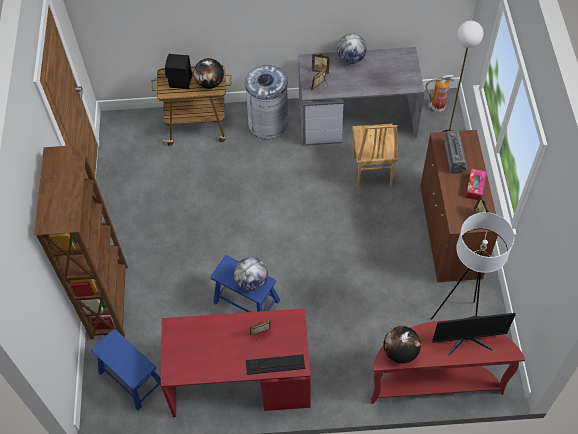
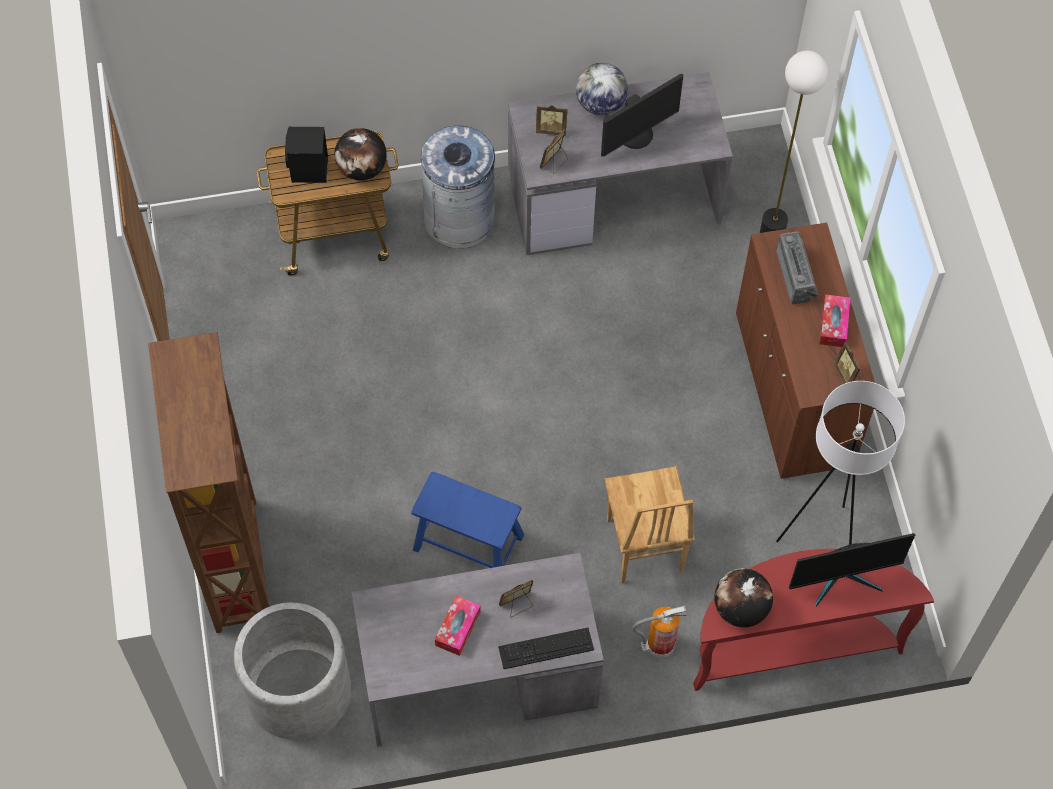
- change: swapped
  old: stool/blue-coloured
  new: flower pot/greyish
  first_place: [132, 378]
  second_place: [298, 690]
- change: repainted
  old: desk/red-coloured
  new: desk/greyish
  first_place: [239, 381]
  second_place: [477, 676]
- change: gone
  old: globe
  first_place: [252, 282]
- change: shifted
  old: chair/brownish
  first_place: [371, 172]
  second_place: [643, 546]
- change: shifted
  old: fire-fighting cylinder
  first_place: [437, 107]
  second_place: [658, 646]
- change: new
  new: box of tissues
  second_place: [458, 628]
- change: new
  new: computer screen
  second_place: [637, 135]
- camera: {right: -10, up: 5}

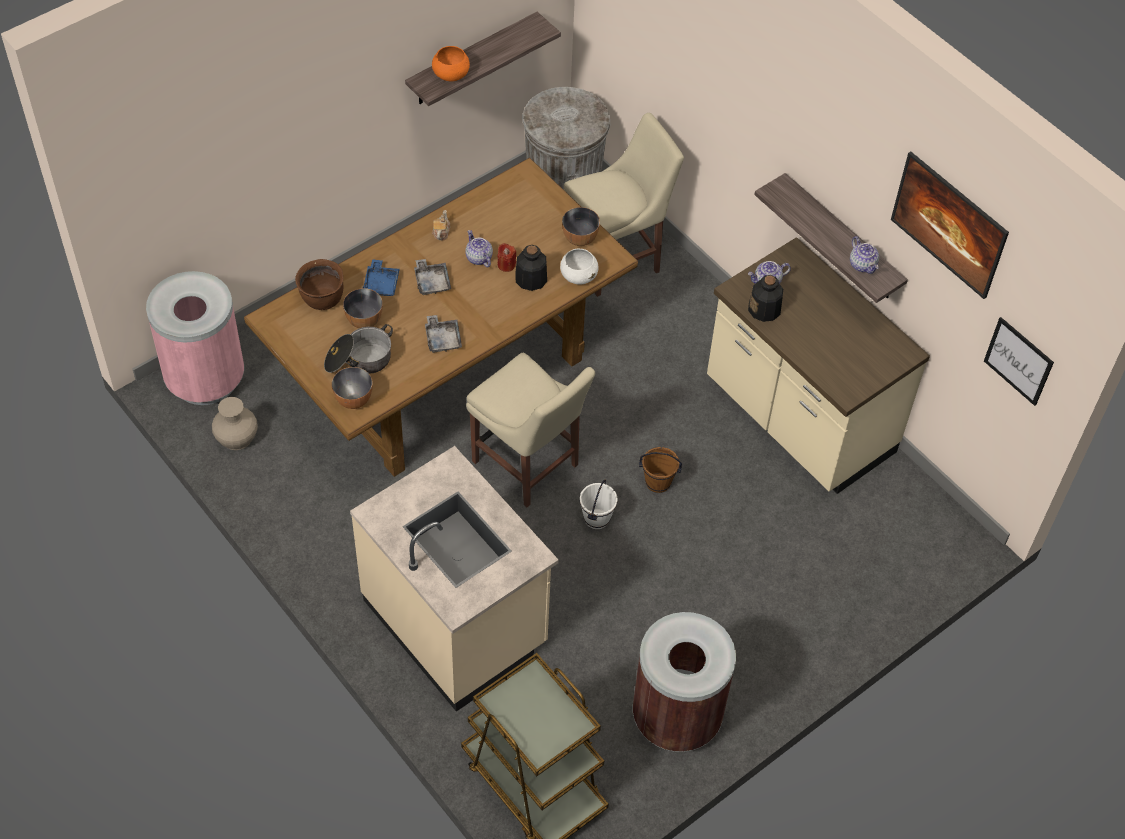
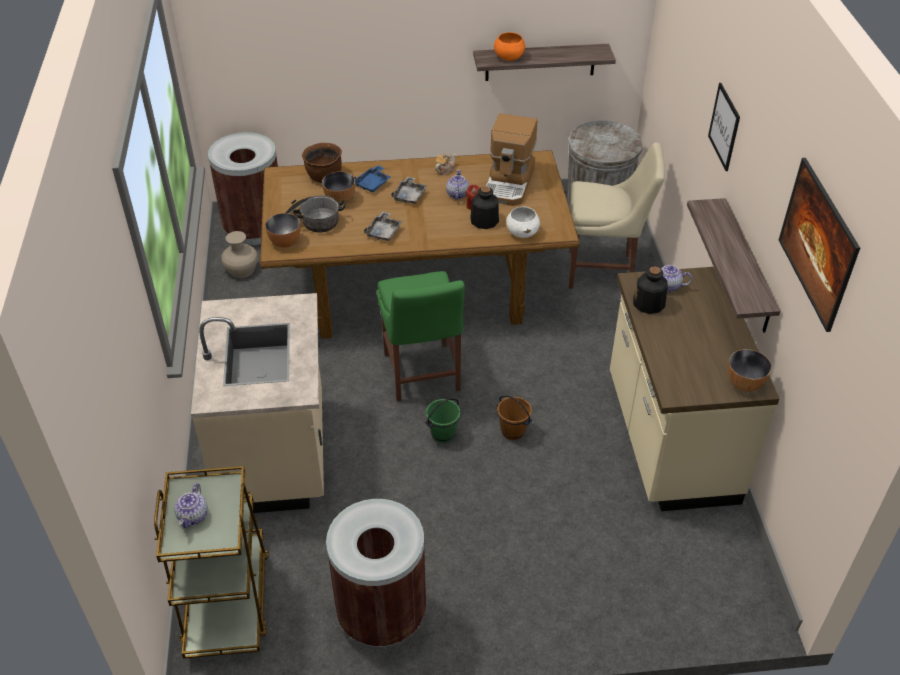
- change: repainted
  old: waste bin/pinkish
  new: waste bin/brownish
  first_place: [205, 379]
  second_place: [254, 229]
- change: repainted
  old: chair/beige-coloured
  new: chair/greenish
  first_place: [528, 466]
  second_place: [422, 375]
- change: shifted
  old: deep dish
  first_place: [580, 238]
  second_place: [744, 384]
- change: repainted
  old: water bucket/whitish
  new: water bucket/greenish
  first_place: [597, 519]
  second_place: [443, 434]
- change: shifted
  old: pot for tea
  first_place: [863, 265]
  second_place: [193, 516]
- change: shifted
  old: wall art
  first_place: [1018, 361]
  second_place: [724, 126]
- change: new
  new: coffee brewer
  second_place: [509, 183]
- camera: {right: 35, up: -10}

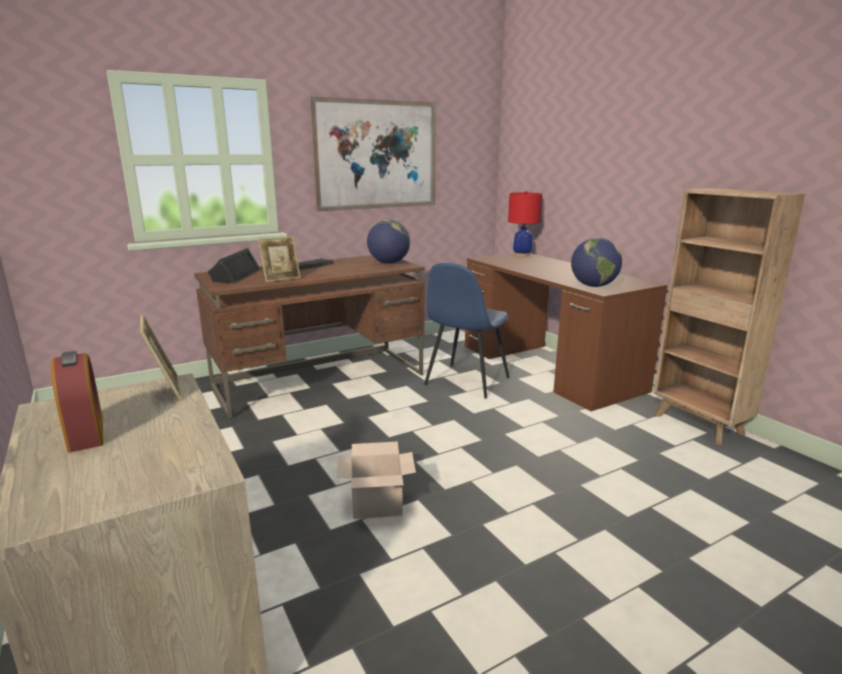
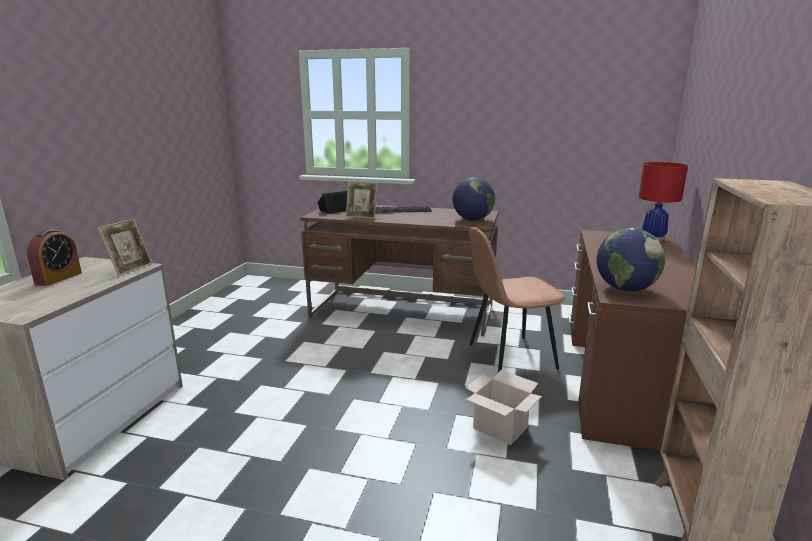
- change: gone
  old: wall art
  first_place: [377, 155]
- change: shifted
  old: cardboard box
  first_place: [375, 505]
  second_place: [498, 428]
- change: repainted
  old: chair/blue-coloured
  new: chair/brownish
  first_place: [466, 382]
  second_place: [509, 357]
- camera: {right: 45, up: 0}

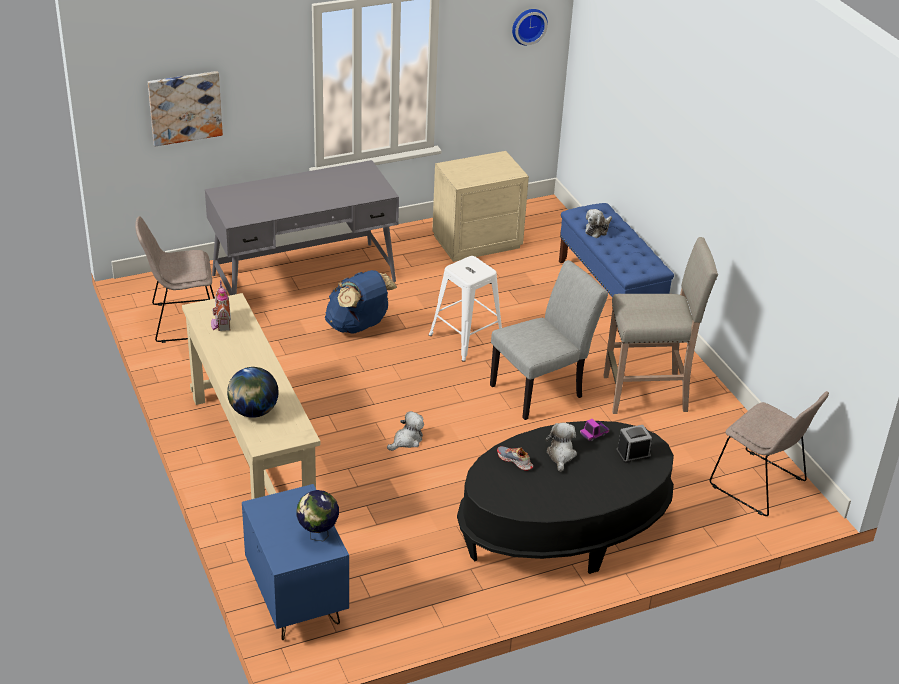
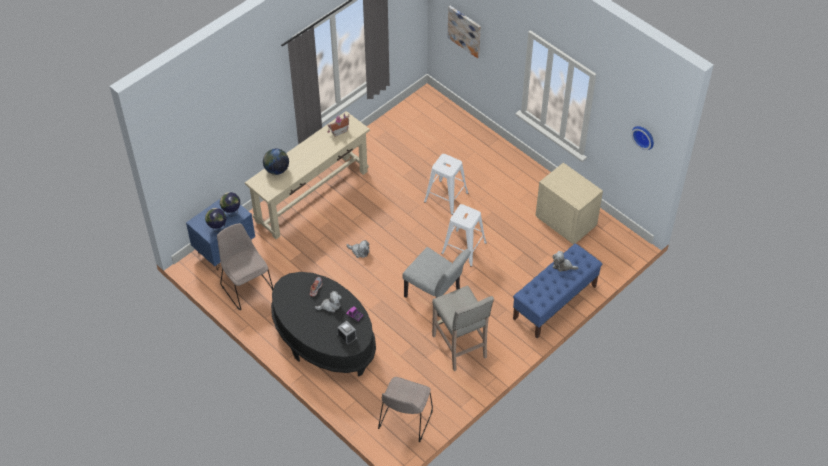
- change: shifted
  old: chair/beige-coloured
  first_place: [181, 321]
  second_place: [246, 287]
- change: gone
  old: desk/greyish
  first_place: [304, 278]
- change: swapped
  old: backpack/blue-coloured
  new: stool/whitish
  first_place: [358, 327]
  second_place: [445, 197]
- change: new
  new: globe
  second_place: [231, 212]
- camera: {right: 70, up: 15}

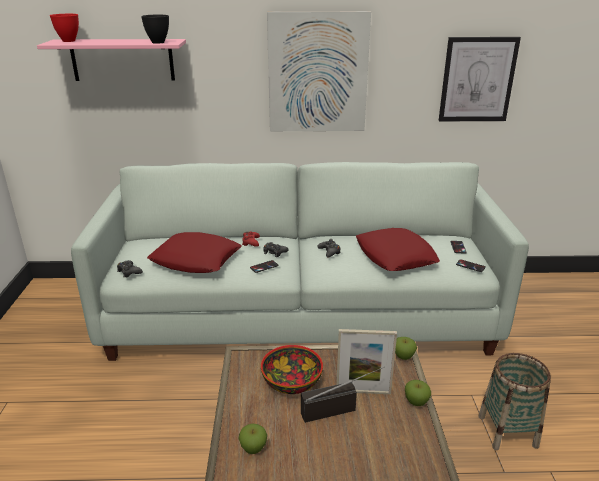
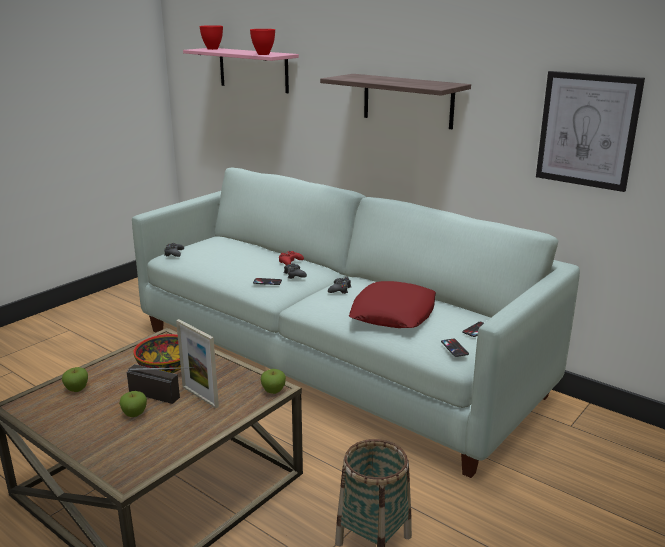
- change: repainted
  old: deep dish/blackish
  new: deep dish/red-coloured
  first_place: [158, 42]
  second_place: [263, 54]
- change: gone
  old: pillow/red-coloured
  first_place: [196, 259]
- change: swapped
  old: wall art
  new: shelf
  first_place: [318, 73]
  second_place: [407, 101]
- change: shifted
  old: apple
  first_place: [416, 402]
  second_place: [134, 414]
- camera: {right: 40, up: -5}

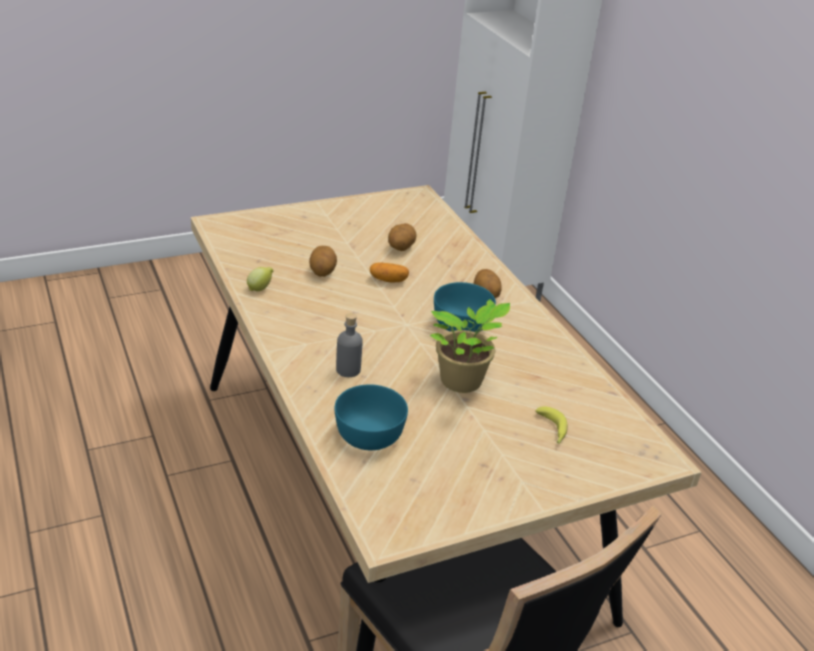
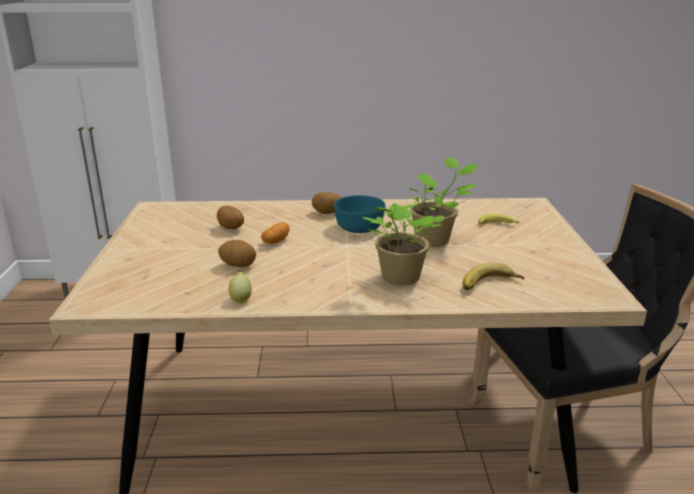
- change: swapped
  old: deep dish/blue-green
  new: whole banana
  first_place: [368, 435]
  second_place: [490, 285]
- change: swapped
  old: bottle/greyish
  new: houseplant
  first_place: [348, 370]
  second_place: [399, 278]
- camera: {right: -65, up: -10}

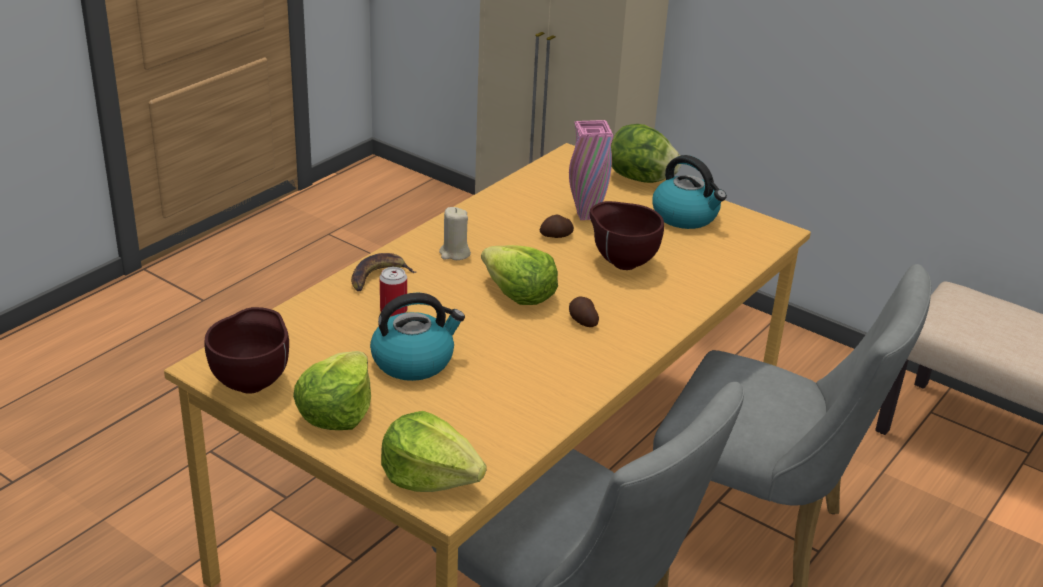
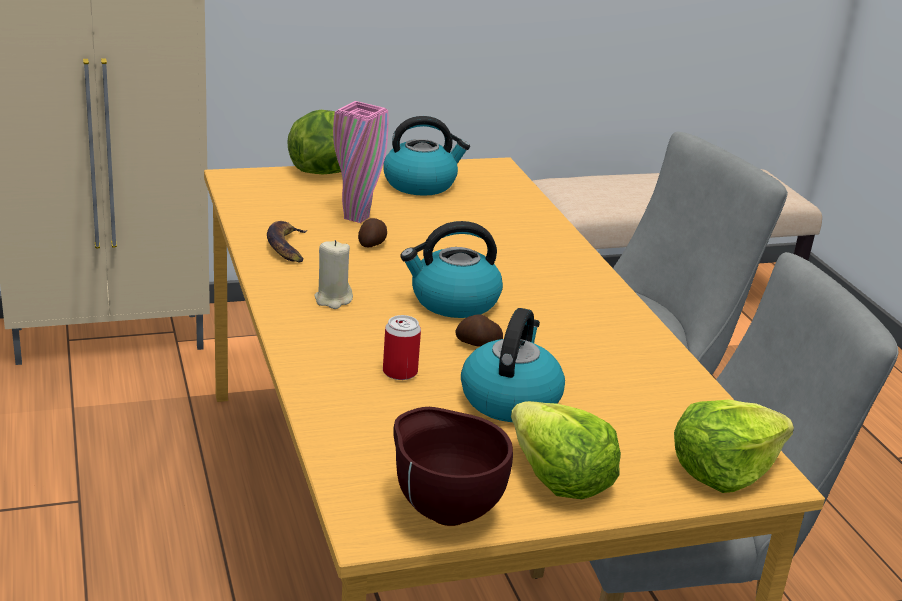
- change: shifted
  old: whole banana
  first_place: [378, 277]
  second_place: [287, 247]
- change: swapped
  old: lettuce
  new: kettle
  first_place: [518, 294]
  second_place: [453, 301]
- change: shifted
  old: spud
  first_place: [582, 321]
  second_place: [478, 344]
- change: gone
  old: deep dish/brownish
  first_place: [621, 262]
- camera: {right: -55, up: -5}

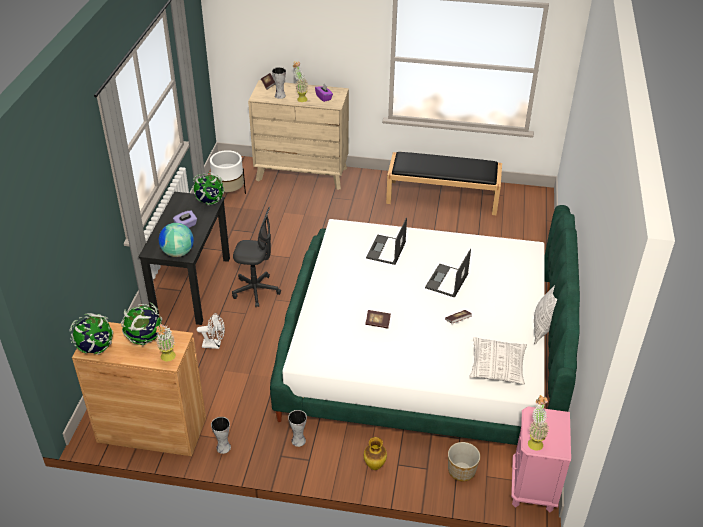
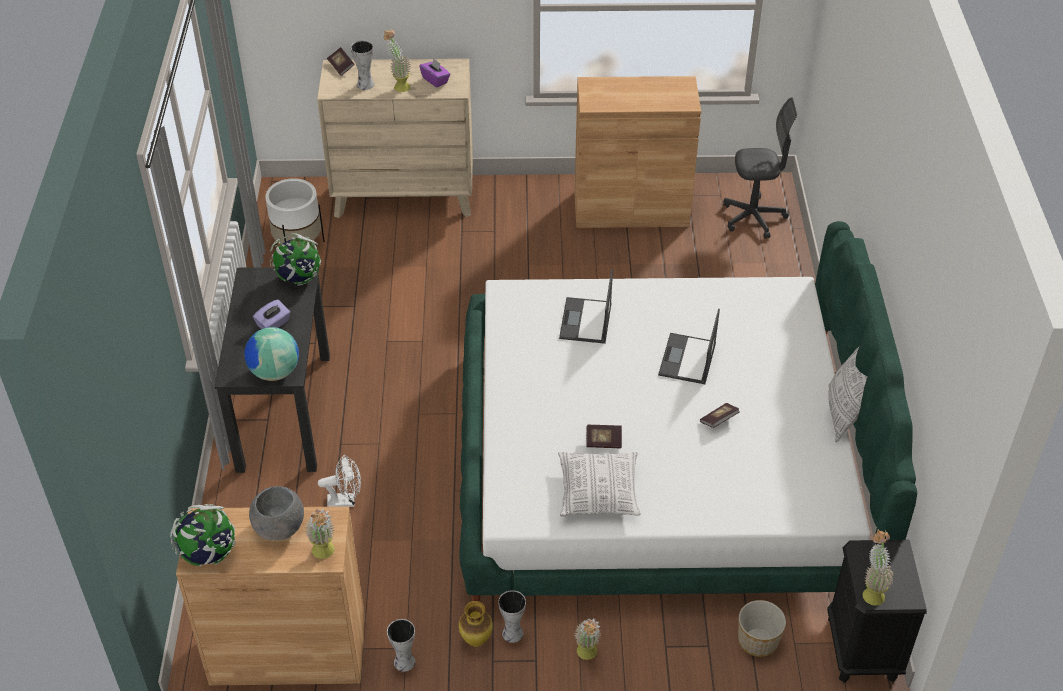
- change: swapped
  old: globe
  new: deep dish/greyish
  first_place: [145, 339]
  second_place: [279, 527]
- change: shifted
  old: office chair/greyish
  first_place: [256, 291]
  second_place: [753, 218]
- change: shifted
  old: decorative vase
  first_place: [374, 466]
  second_place: [476, 641]
- change: swapped
  old: bench/blackish
  new: cupboard/brownish
  first_place: [443, 197]
  second_place: [631, 209]
- change: shifted
  old: pillow
  first_place: [497, 367]
  second_place: [598, 493]
- change: repainted
  old: night table/pinkish
  new: night table/blackish
  first_place: [533, 487]
  second_place: [862, 649]
- change: new
  new: houseplant
  second_place: [587, 656]
- camera: {right: -10, up: 5}

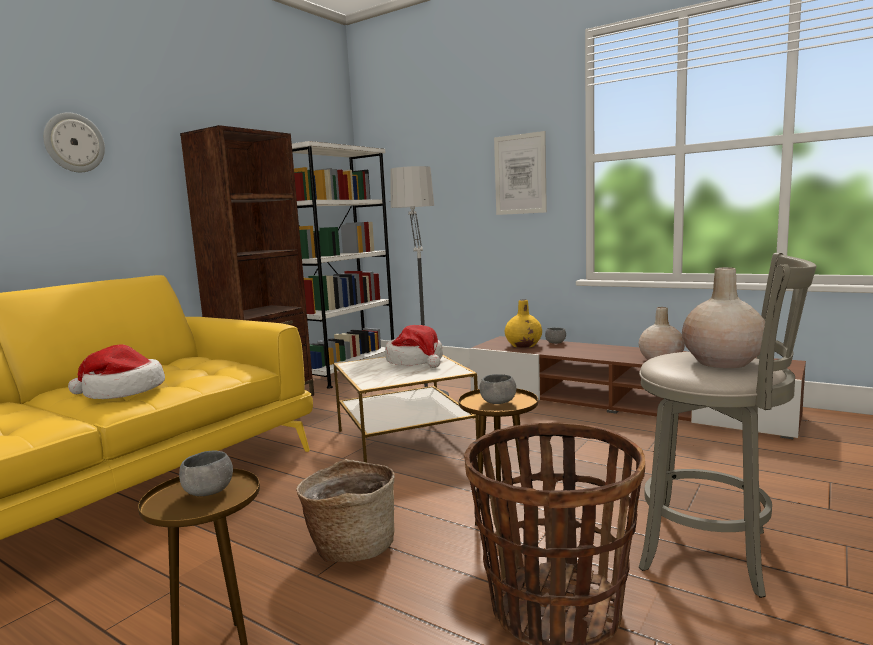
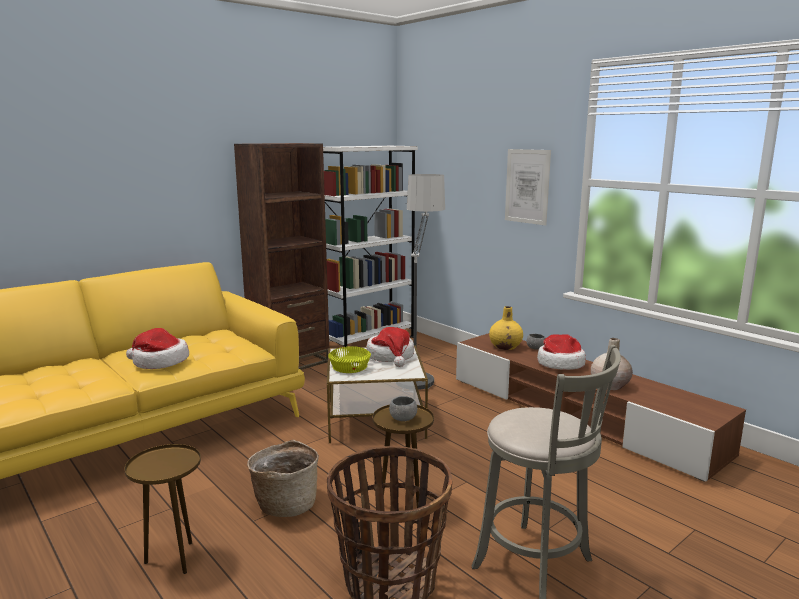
- change: gone
  old: hanging clock
  first_place: [74, 143]
- change: gone
  old: deep dish/greyish
  first_place: [209, 492]
- change: gone
  old: decorative vase/beige-coloured
  first_place: [722, 362]
- change: new
  new: deep dish/yellow
  second_place: [349, 367]
- change: new
  new: wearable hat
  second_place: [560, 363]
- camera: {right: 15, up: 5}

